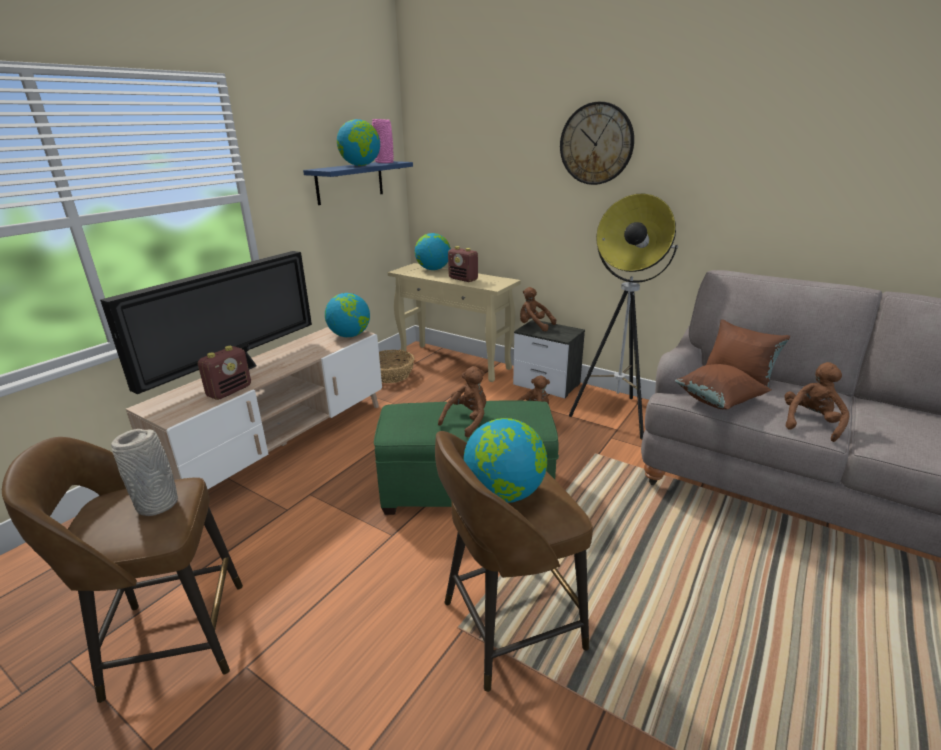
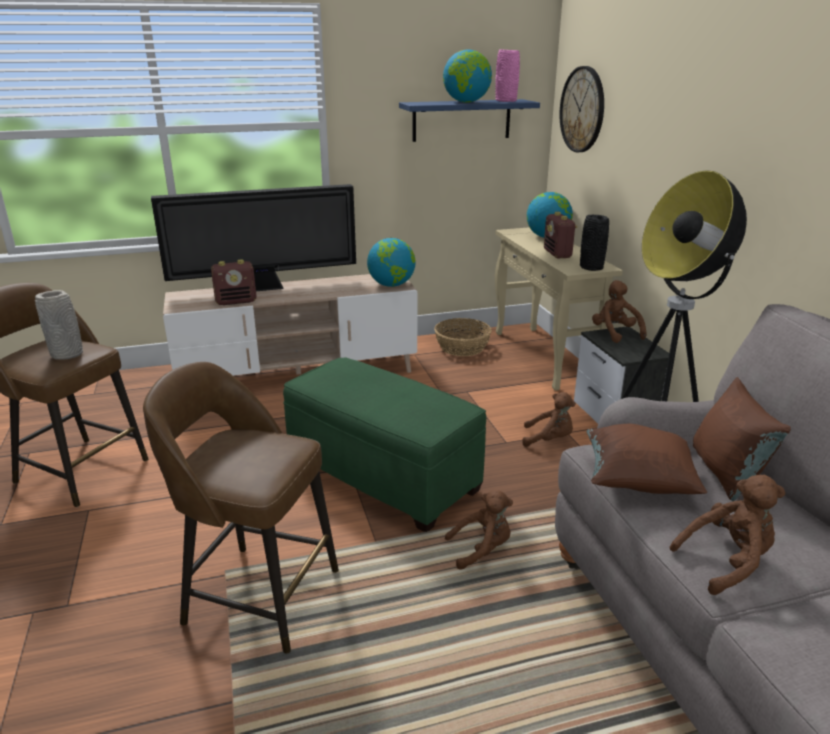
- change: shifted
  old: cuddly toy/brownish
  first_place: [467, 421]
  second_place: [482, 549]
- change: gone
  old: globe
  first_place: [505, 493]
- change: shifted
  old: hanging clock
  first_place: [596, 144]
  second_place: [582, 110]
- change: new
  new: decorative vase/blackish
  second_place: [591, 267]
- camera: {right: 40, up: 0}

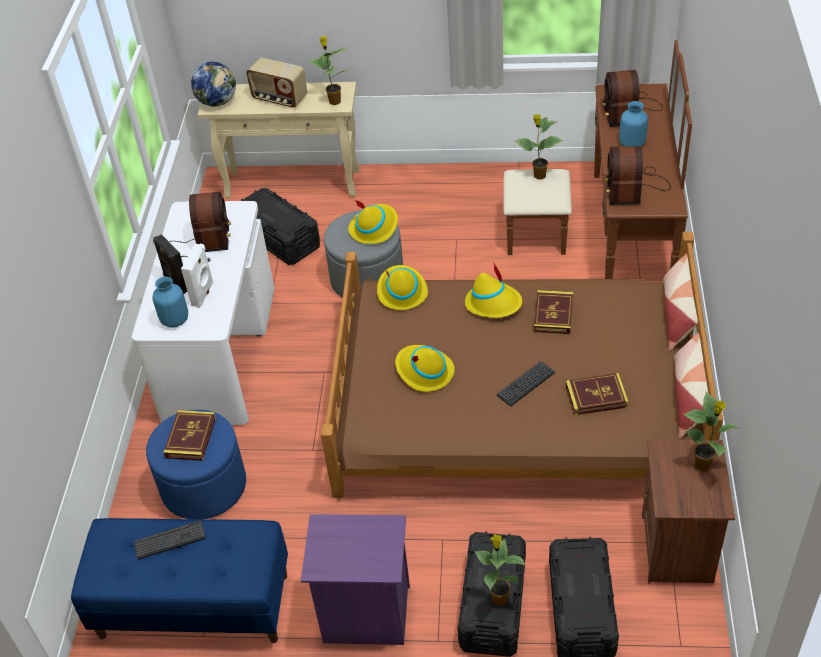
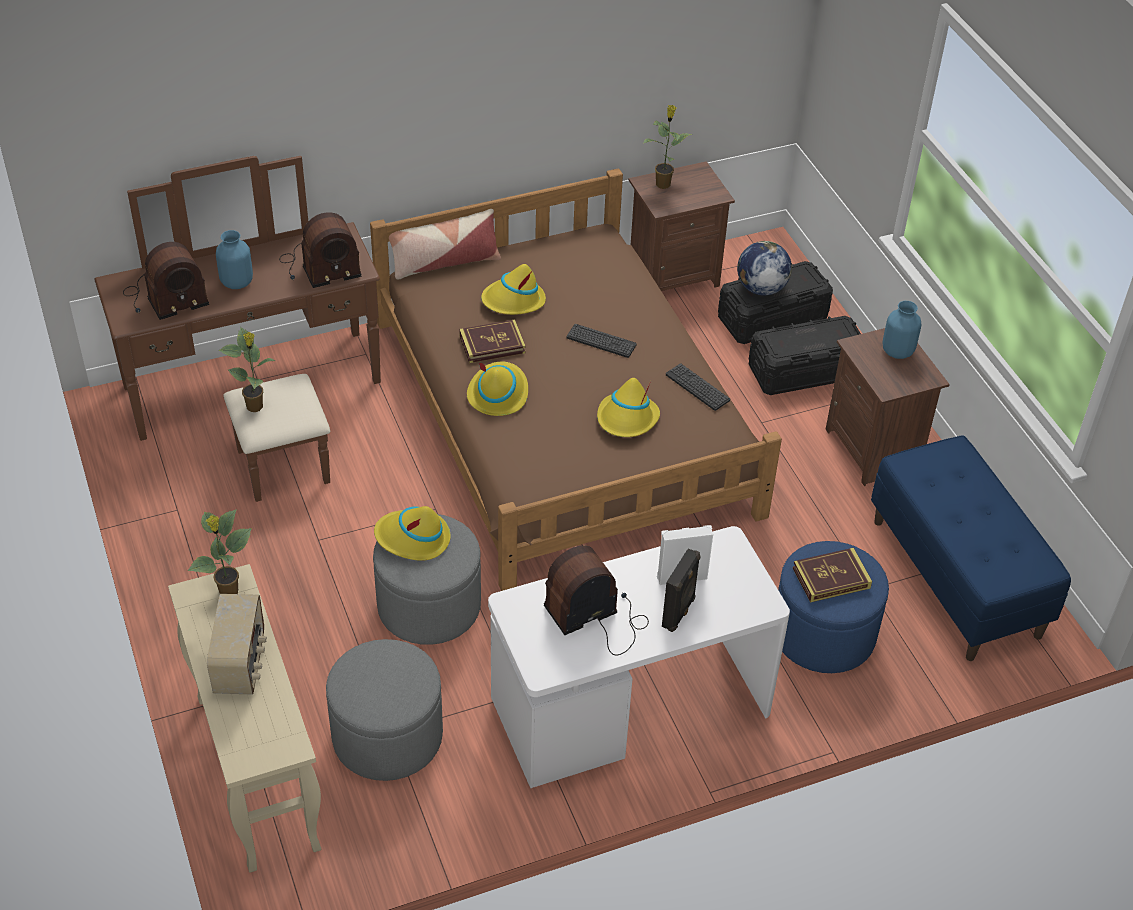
- change: shifted
  old: computer keyboard
  first_place: [170, 540]
  second_place: [697, 387]
- change: shifted
  old: decorative vase/blue-coloured
  first_place: [174, 320]
  second_place: [898, 351]
- change: shifted
  old: globe
  first_place: [217, 102]
  second_place: [761, 288]
- change: swapped
  old: storage container/blackish
  new: footrest/greyish
  first_place: [280, 238]
  second_place: [387, 736]
- change: repainted
  old: night table/purplish
  new: night table/brownish
  first_place: [366, 616]
  second_place: [874, 449]
- change: shifted
  old: wearable hat/yellow
  first_place: [401, 291]
  second_place: [513, 301]
- change: gone
  old: houseplant
  first_place: [499, 597]
- change: gone
  old: bound book
  first_place: [596, 397]
- change: gone
  old: pillow
  first_place: [690, 396]
- camera: {right: -120, up: 0}

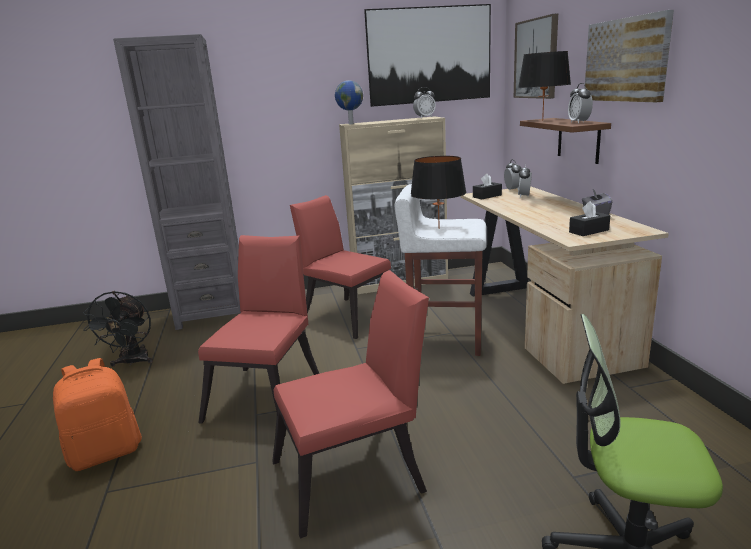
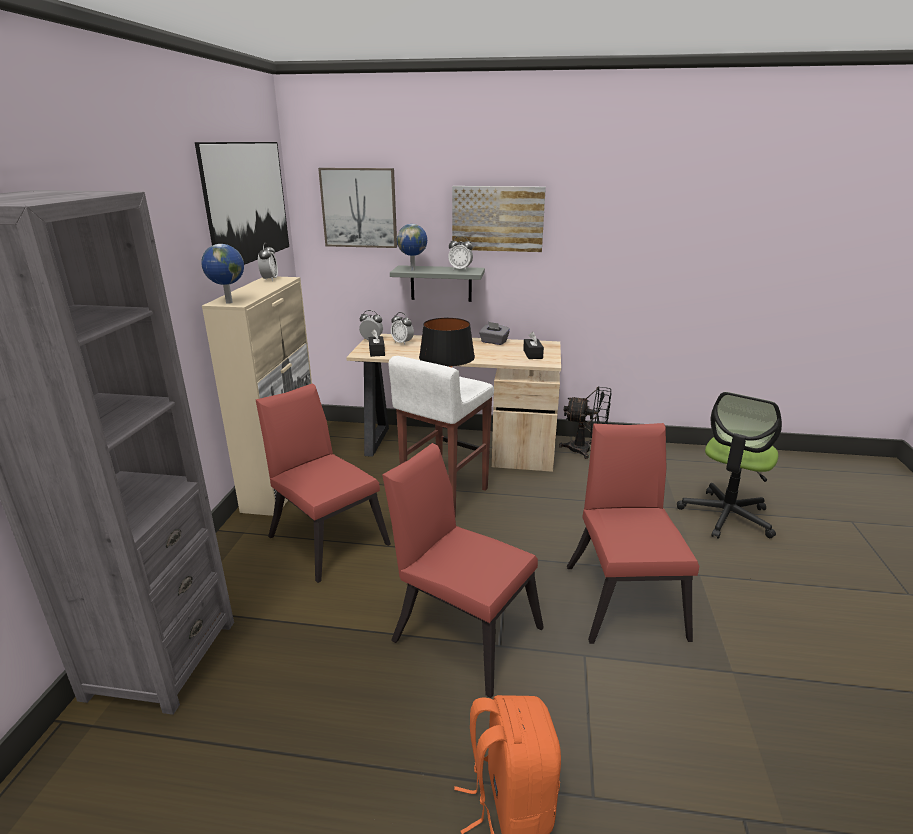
- change: shifted
  old: electric fan/blackish
  first_place: [132, 362]
  second_place: [585, 450]
- change: rotated
  old: chair/red-coloured
  first_place: [346, 315]
  second_place: [326, 536]
  degrees: 75
- change: swapped
  old: table lamp/blackish
  new: globe
  first_place: [542, 120]
  second_place: [413, 270]
- change: repainted
  old: shelf/brownish
  new: shelf/greyish
  first_place: [578, 140]
  second_place: [441, 283]
- camera: {right: -70, up: 5}

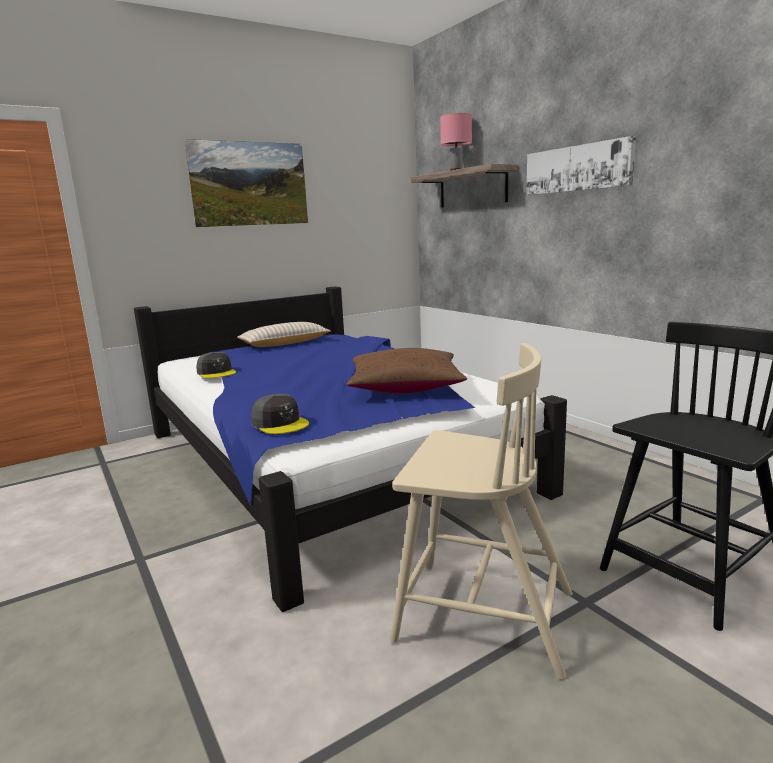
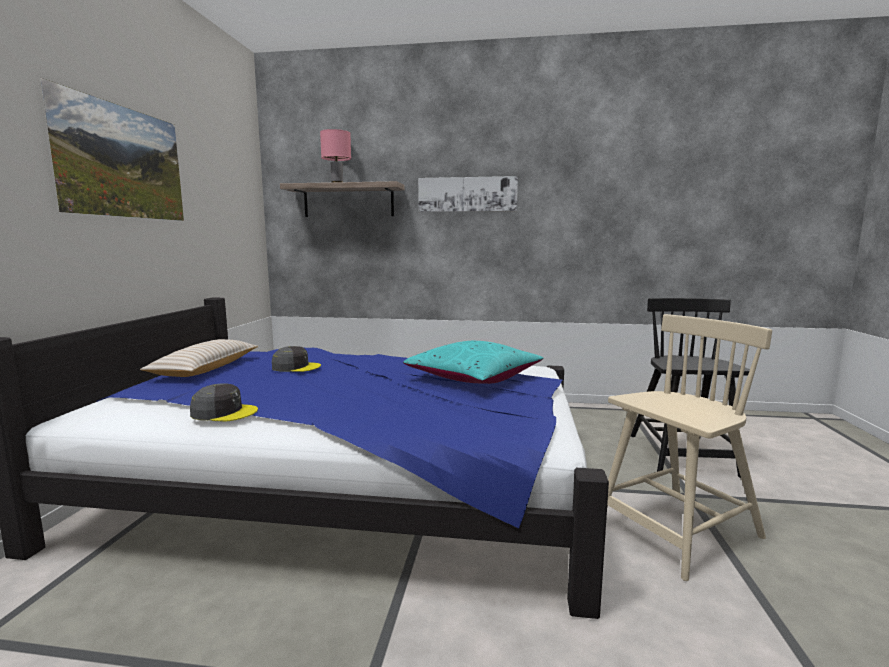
- change: shifted
  old: cap/greyish
  first_place: [280, 423]
  second_place: [296, 367]
- change: repainted
  old: pillow/brownish
  new: pillow/blue-green
  first_place: [405, 387]
  second_place: [474, 378]
- camera: {right: -50, up: -5}

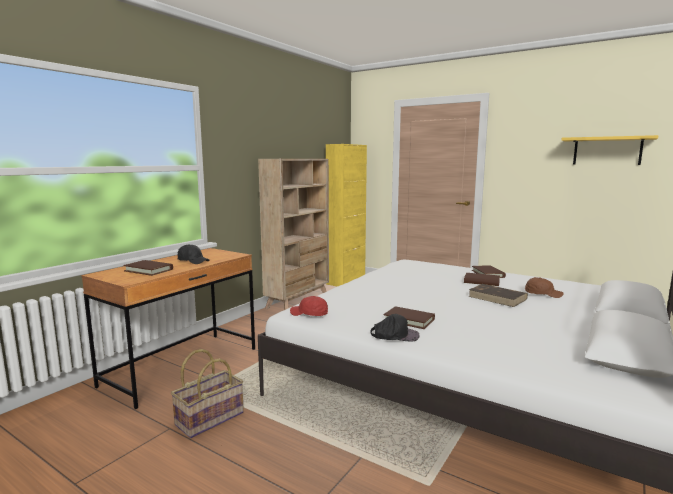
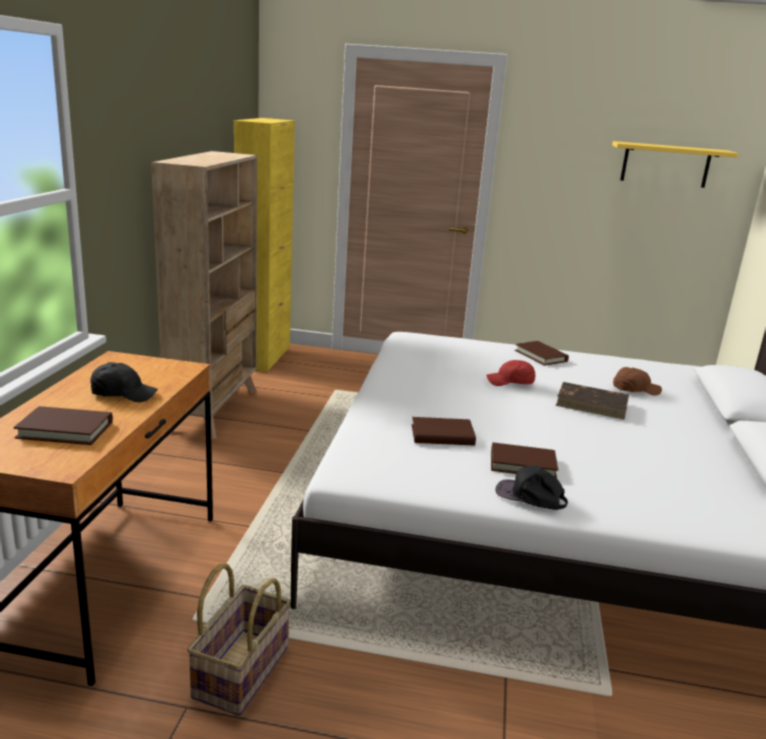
- change: shifted
  old: cap/red-coloured
  first_place: [309, 314]
  second_place: [510, 382]
- change: rotated
  old: cap/blackish
  first_place: [395, 335]
  second_place: [530, 496]
  degrees: -135
- change: shifted
  old: bound book/brownish
  first_place: [481, 281]
  second_place: [442, 435]
- camera: {right: -25, up: 10}

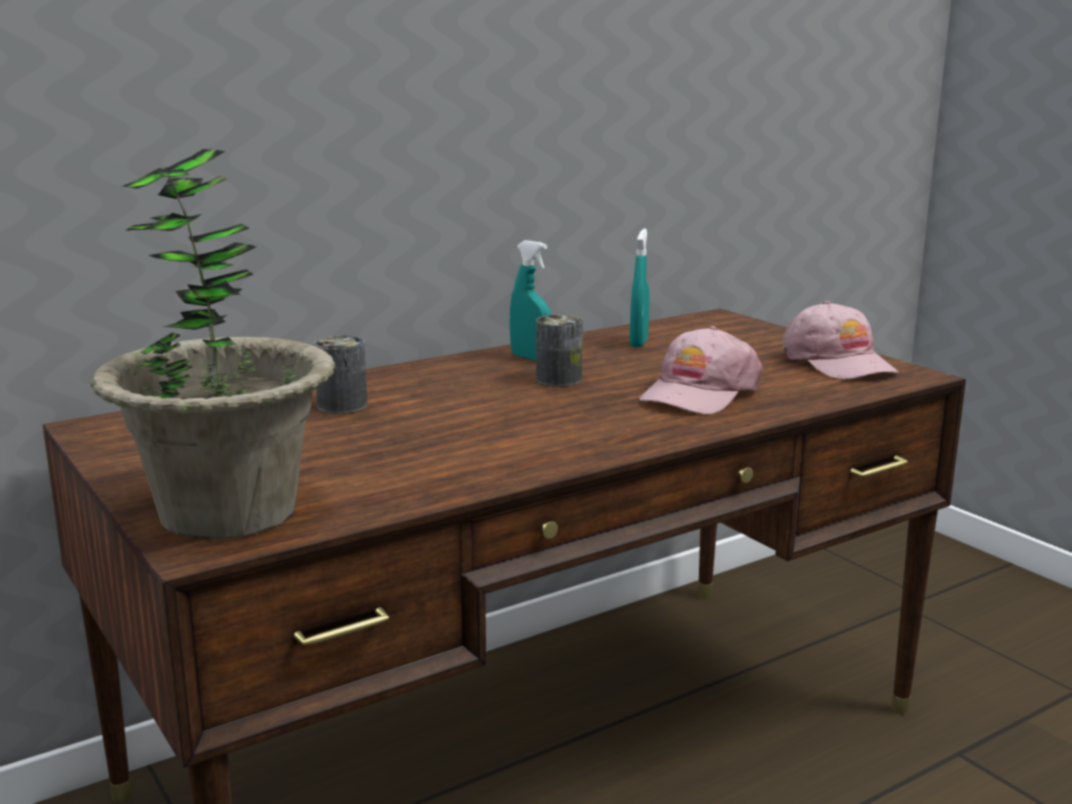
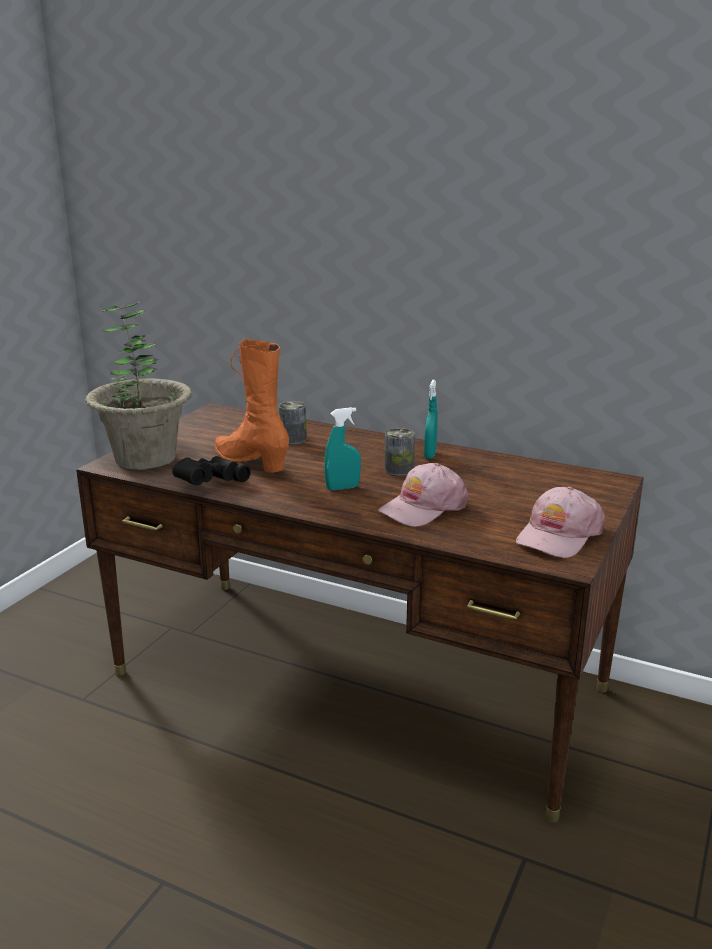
- change: shifted
  old: hand sprayer/blue-green
  first_place: [638, 342]
  second_place: [342, 488]
- change: rotated
  old: cap/pinkish
  first_place: [699, 393]
  second_place: [423, 508]
  degrees: -45
- change: new
  new: pair of binoculars/blackish
  second_place: [208, 484]
- change: new
  new: boot/orangey
  second_place: [251, 463]
- camera: {right: 60, up: 5}

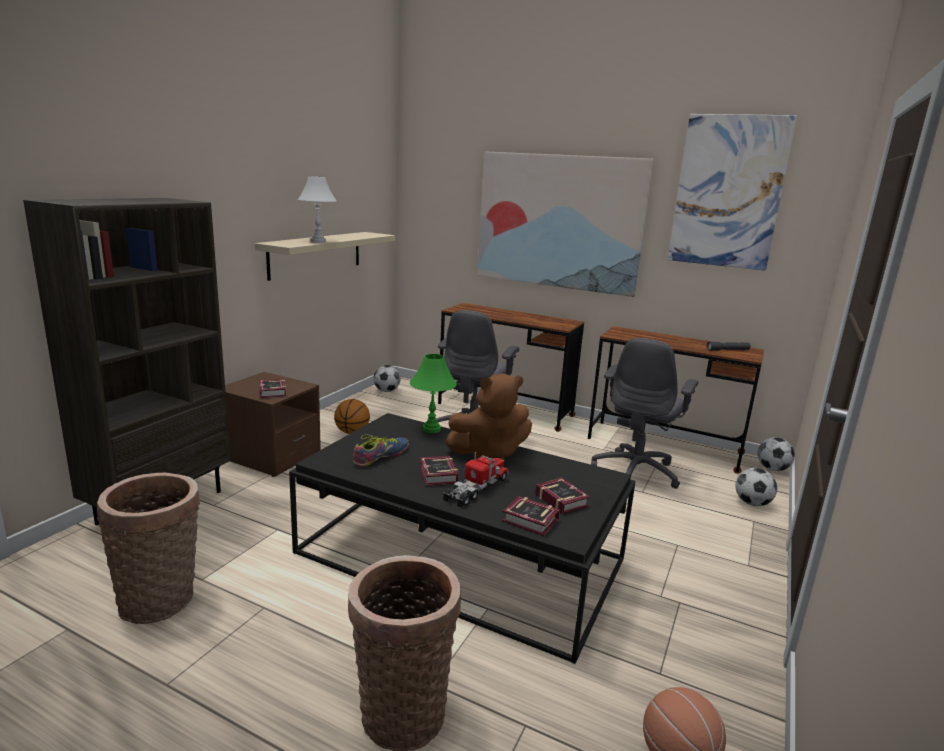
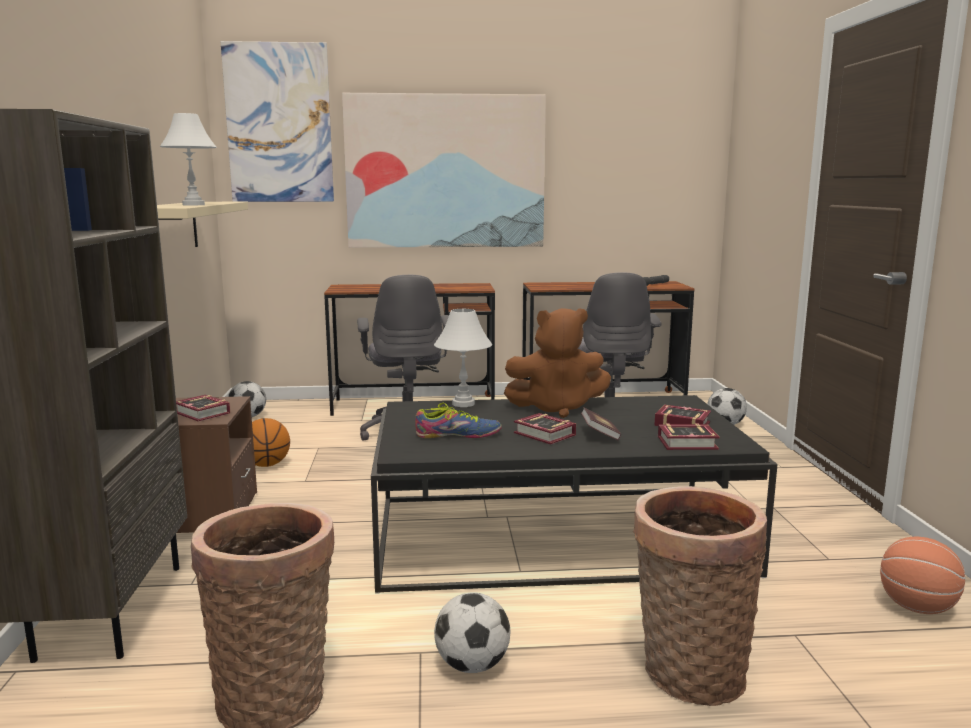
- change: rotated
  old: low shoe
  first_place: [380, 456]
  second_place: [457, 435]
  degrees: 75
- change: repainted
  old: table lamp/greenish
  new: table lamp/whitish
  first_place: [431, 429]
  second_place: [463, 403]
- change: swapped
  old: toy truck
  new: bound book
  first_place: [476, 489]
  second_place: [600, 435]
- change: rotated
  old: cuddly toy/brownish
  first_place: [489, 453]
  second_place: [556, 408]
  degrees: 45
- change: shifted
  old: wall art
  first_place: [728, 192]
  second_place: [279, 123]
- change: shifted
  old: ball for football
  first_place: [772, 469]
  second_place: [472, 665]
- camera: {right: -30, up: -5}

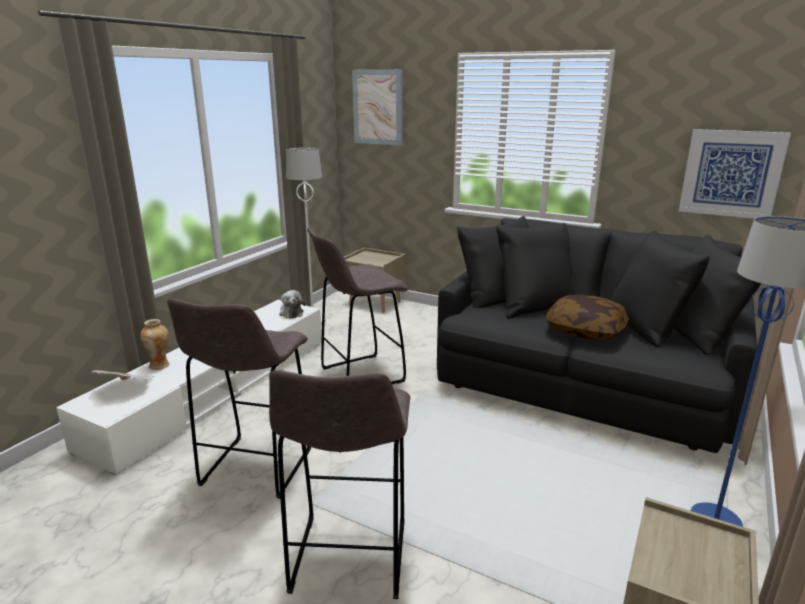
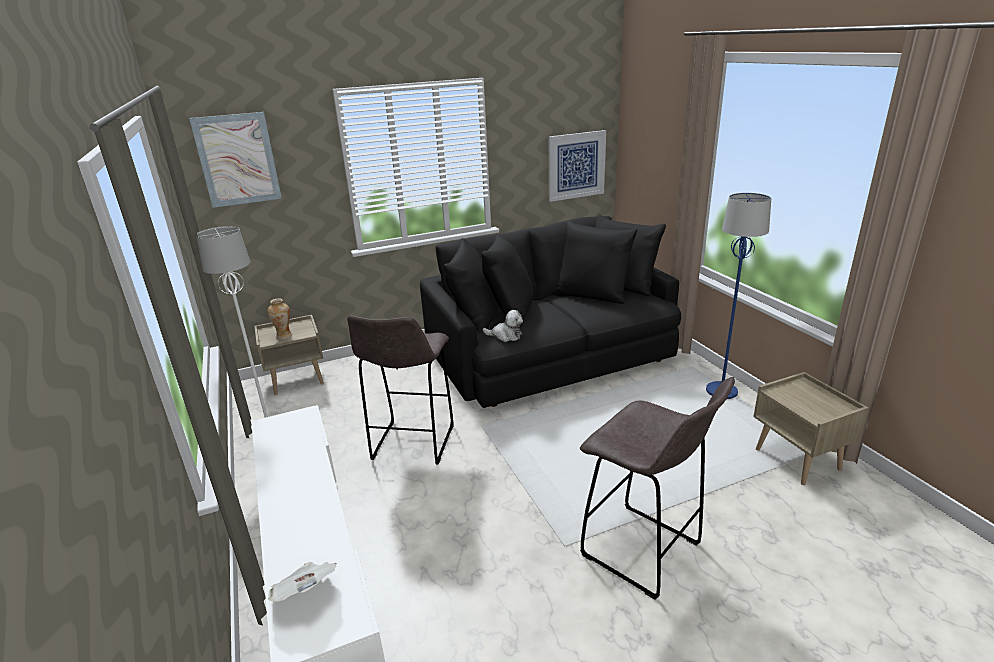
- change: shifted
  old: decorative vase
  first_place: [159, 365]
  second_place: [284, 336]
- change: gone
  old: stool/greyish
  first_place: [255, 469]
- change: shifted
  old: cuddly toy
  first_place: [291, 313]
  second_place: [506, 336]
- change: gone
  old: pillow
  first_place: [585, 330]
- camera: {right: -50, up: 5}

